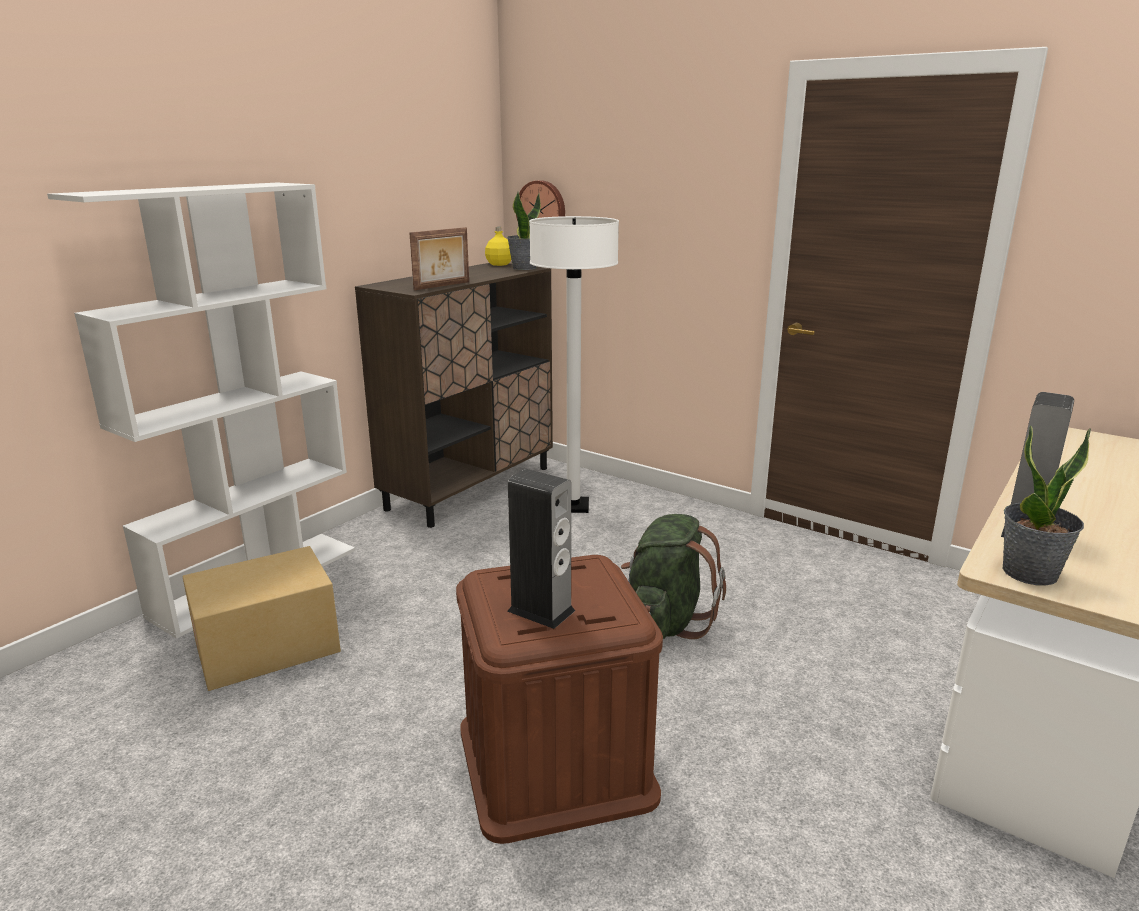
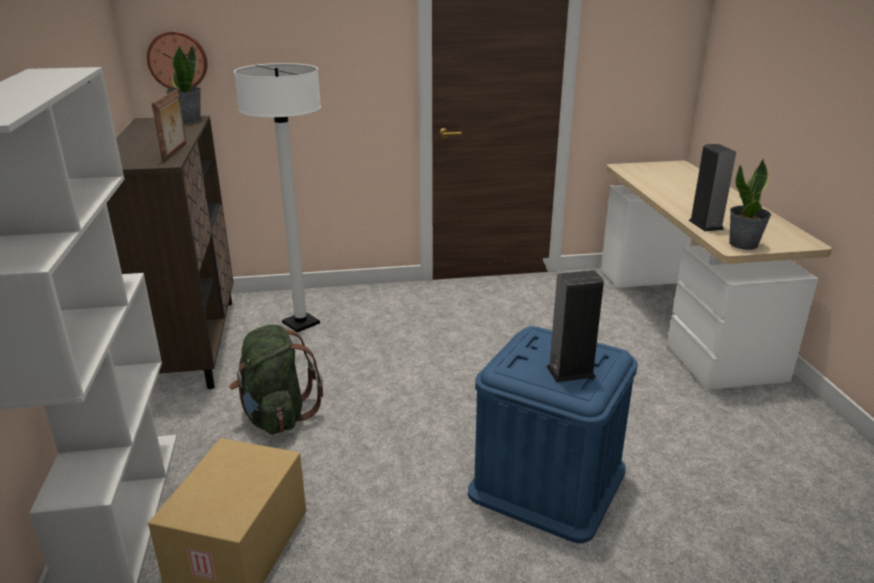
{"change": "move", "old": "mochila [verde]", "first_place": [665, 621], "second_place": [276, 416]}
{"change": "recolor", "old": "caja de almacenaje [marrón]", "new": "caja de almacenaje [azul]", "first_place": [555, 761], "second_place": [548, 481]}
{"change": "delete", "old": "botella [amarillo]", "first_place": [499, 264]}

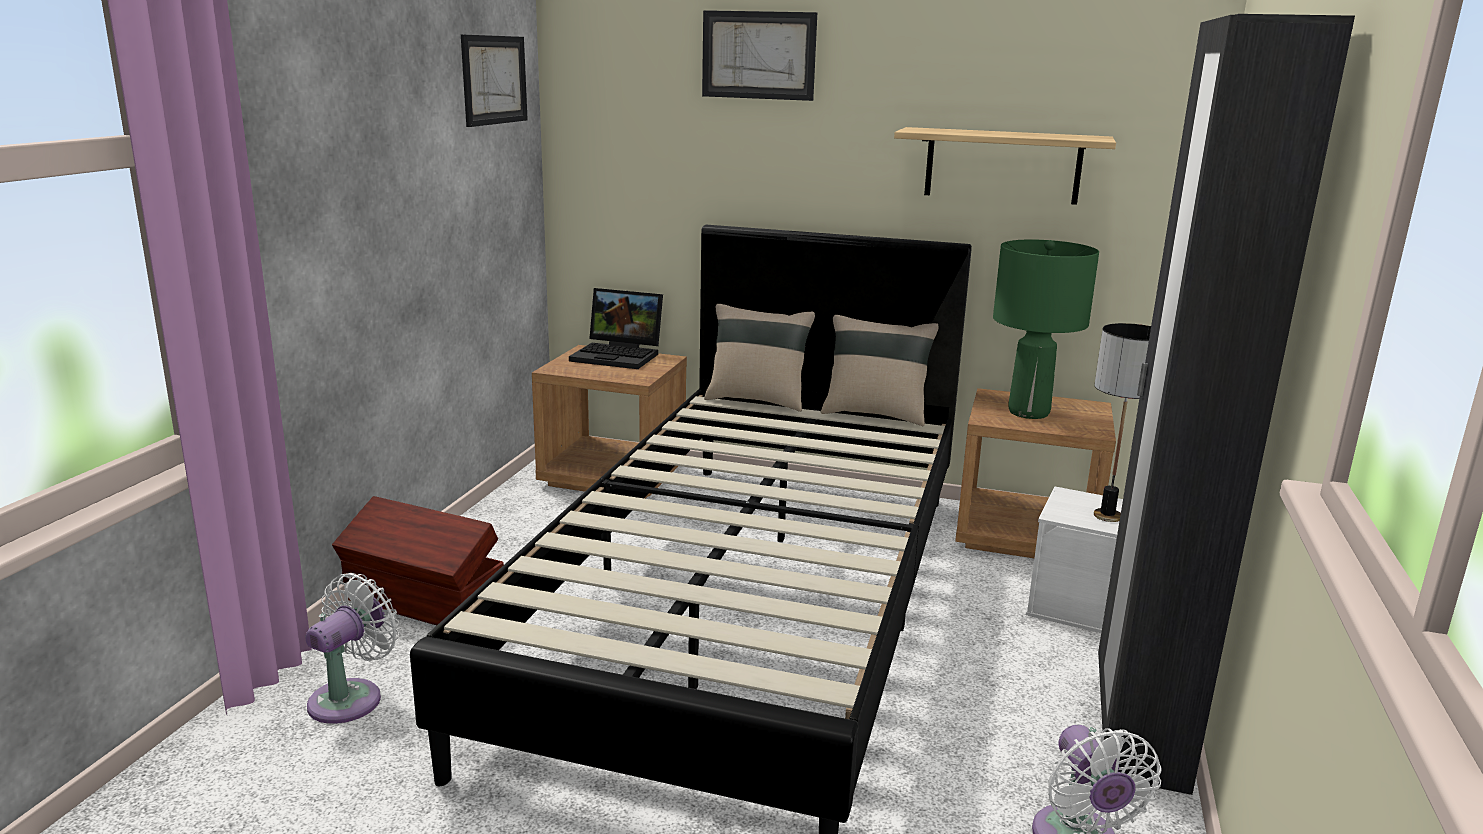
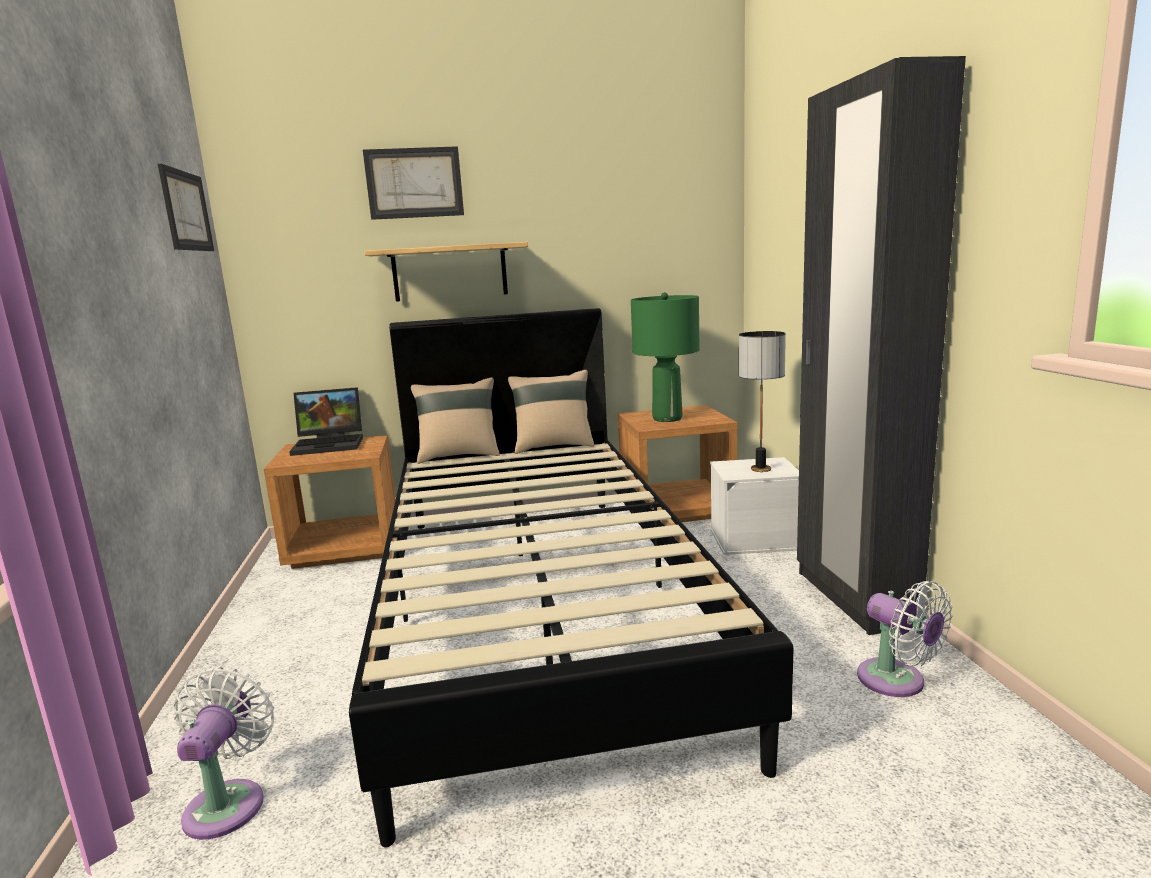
{"change": "move", "old": "estante", "first_place": [1002, 165], "second_place": [450, 272]}
{"change": "delete", "old": "caja de almacenaje [marrón]", "first_place": [425, 602]}

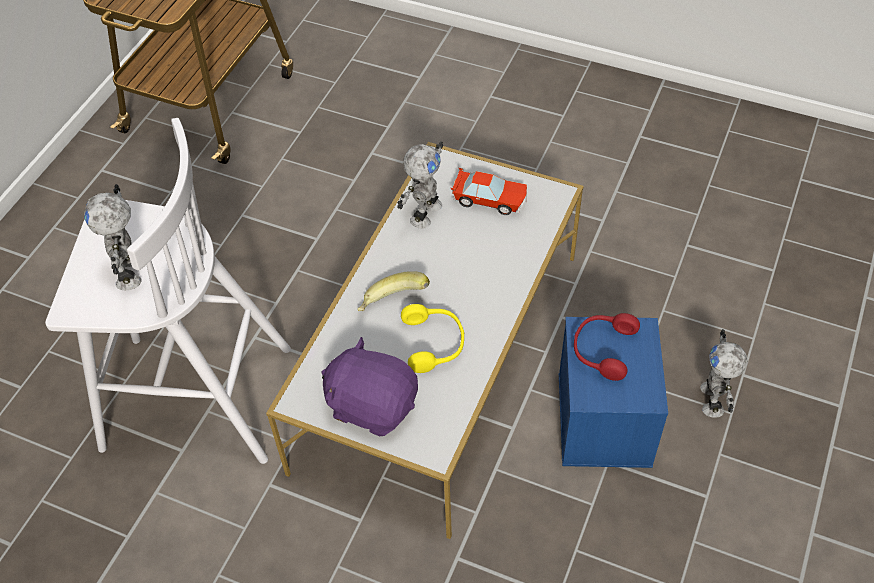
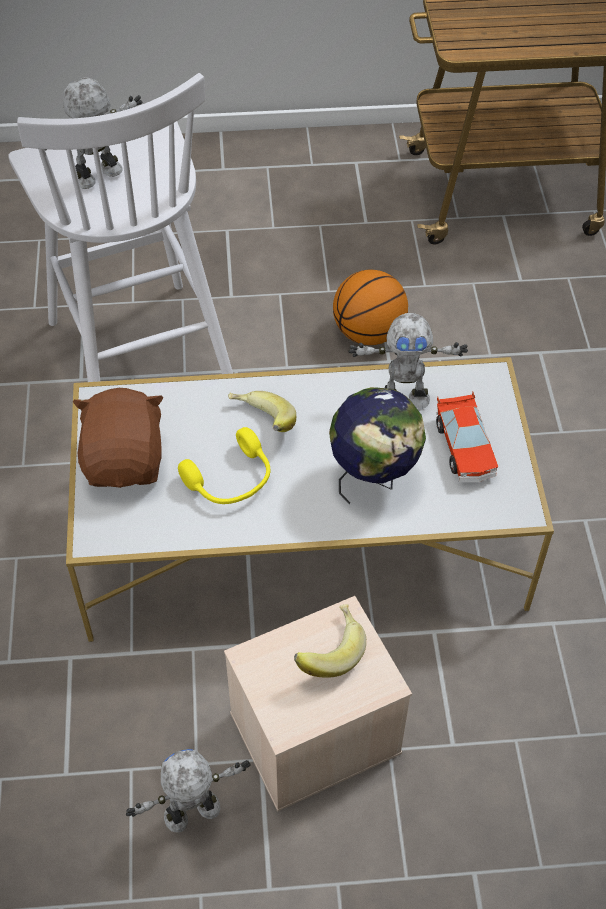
{"change": "recolor", "old": "peluche [morado]", "new": "peluche [marrón]", "first_place": [372, 405], "second_place": [125, 461]}
{"change": "move", "old": "robot de juguete", "first_place": [714, 400], "second_place": [193, 815]}
{"change": "recolor", "old": "caja de almacenaje [azul]", "new": "caja de almacenaje [beis]", "first_place": [605, 421], "second_place": [314, 735]}
{"change": "replace", "old": "auriculares [rojo]", "new": "plátano", "first_place": [602, 349], "second_place": [328, 650]}
{"change": "insert", "new": "globo terráqueo", "second_place": [373, 479]}
{"change": "insert", "new": "balón de baloncesto", "second_place": [369, 333]}

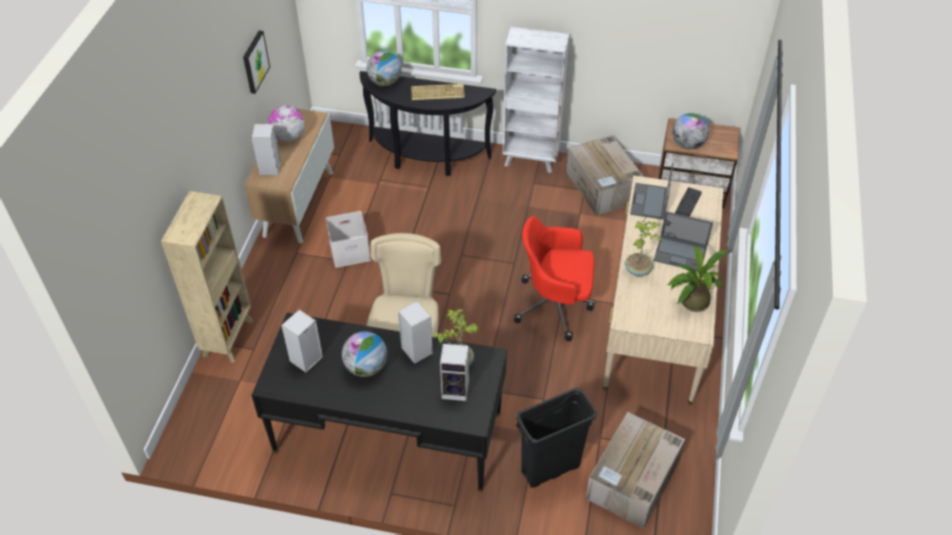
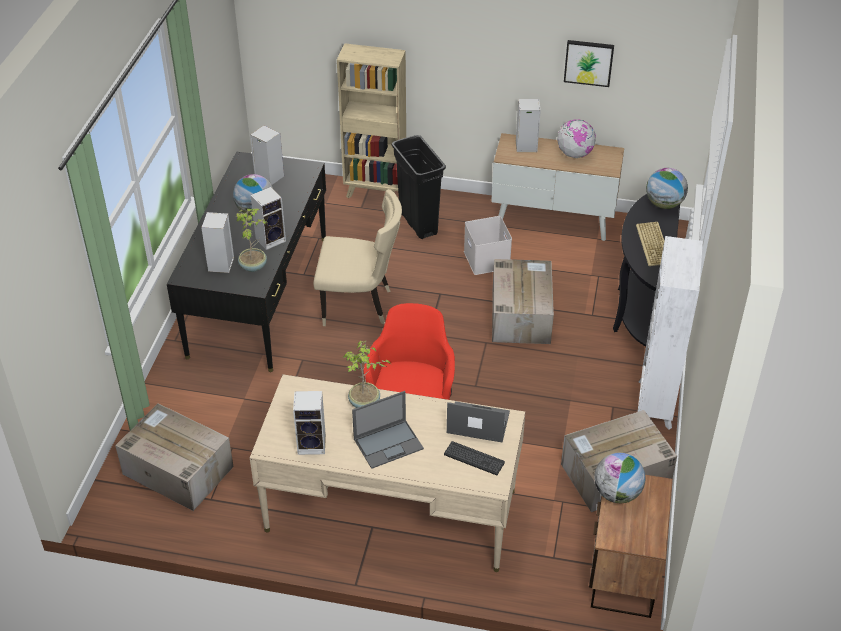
{"change": "replace", "old": "planta en maceta", "new": "altavoz", "first_place": [690, 302], "second_place": [313, 444]}
{"change": "rotate", "old": "portátil", "first_place": [681, 254], "second_place": [389, 443], "degrees": -135}
{"change": "move", "old": "papelera [negro]", "first_place": [550, 469], "second_place": [418, 223]}
{"change": "insert", "new": "caja de cartón", "second_place": [520, 314]}

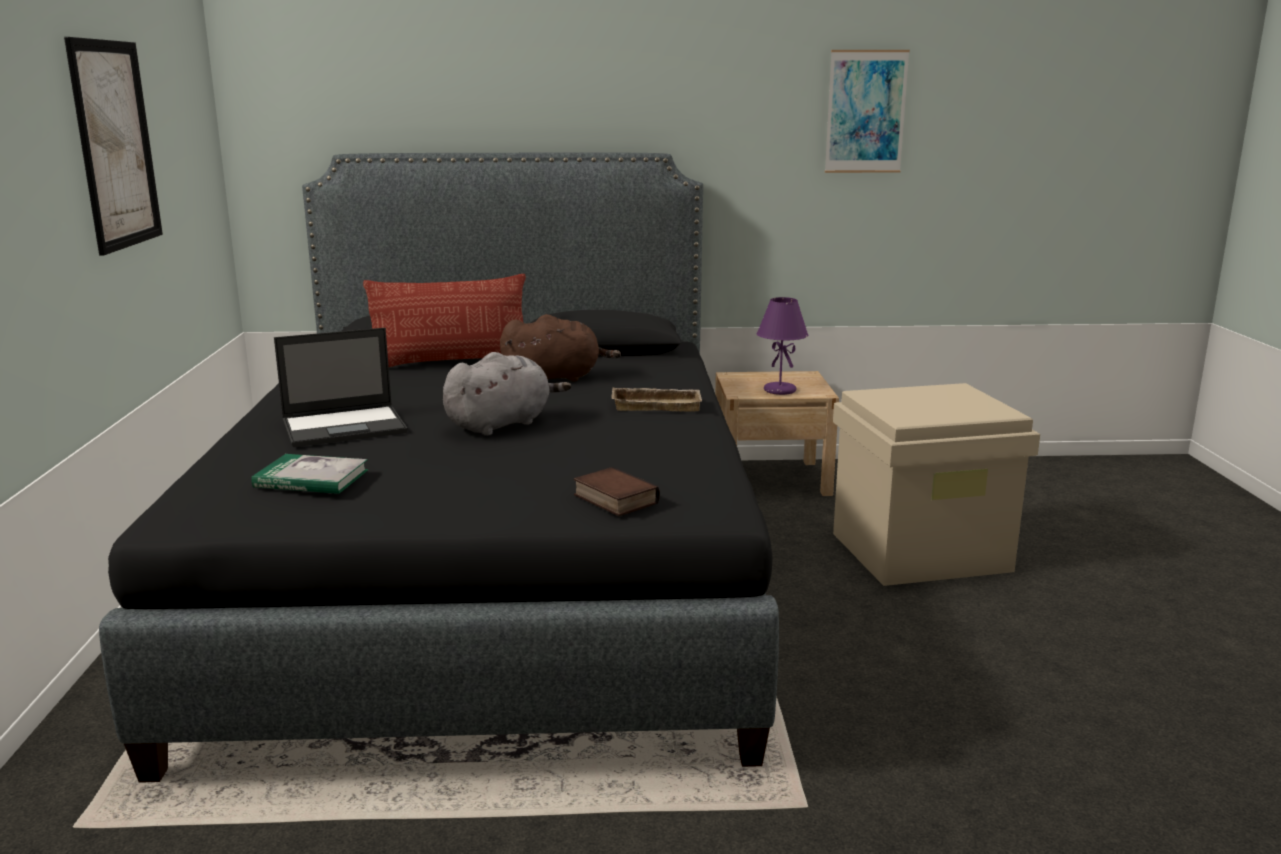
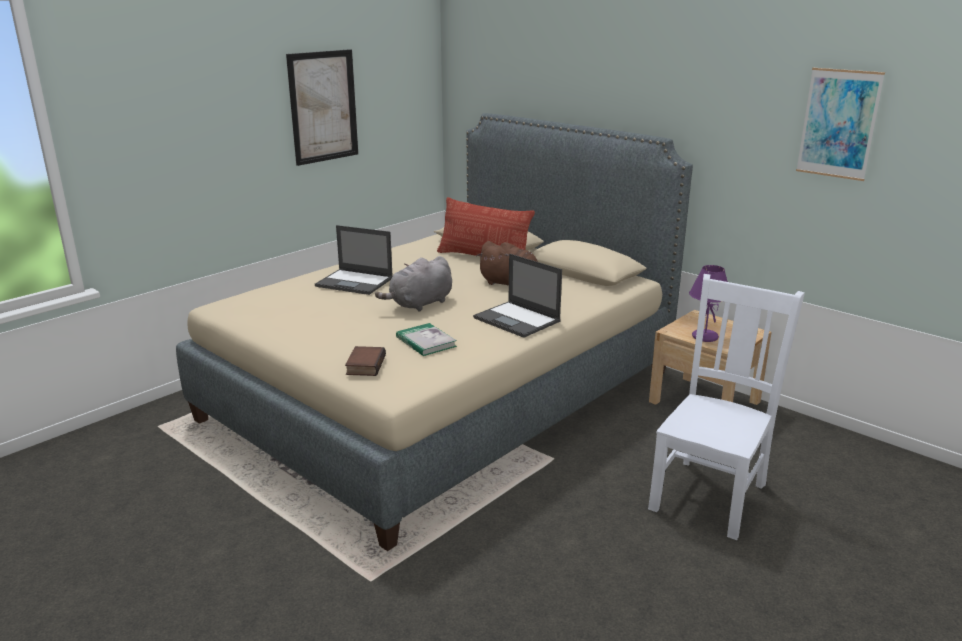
{"change": "recolor", "old": "cama [negro]", "new": "cama [beis]", "first_place": [492, 578], "second_place": [443, 394]}
{"change": "rotate", "old": "peluche [gris]", "first_place": [501, 424], "second_place": [419, 304], "degrees": 135}
{"change": "move", "old": "libro", "first_place": [311, 478], "second_place": [426, 342]}
{"change": "replace", "old": "bandeja [beis]", "new": "portátil", "first_place": [657, 405], "second_place": [517, 320]}
{"change": "replace", "old": "caja de almacenaje [beis]", "new": "silla [blanco]", "first_place": [921, 551], "second_place": [710, 494]}

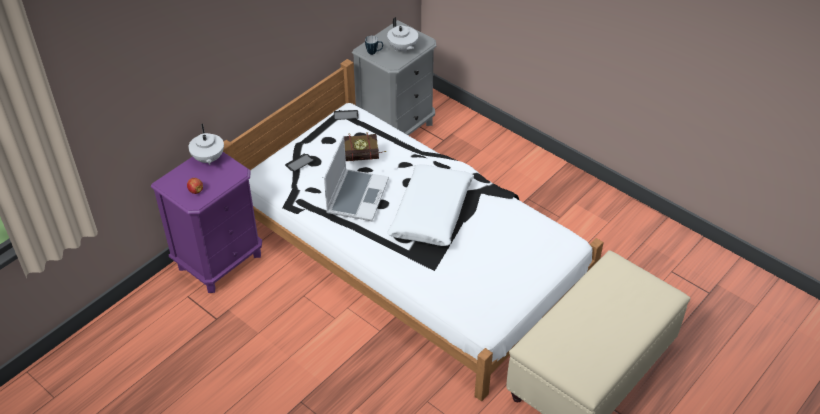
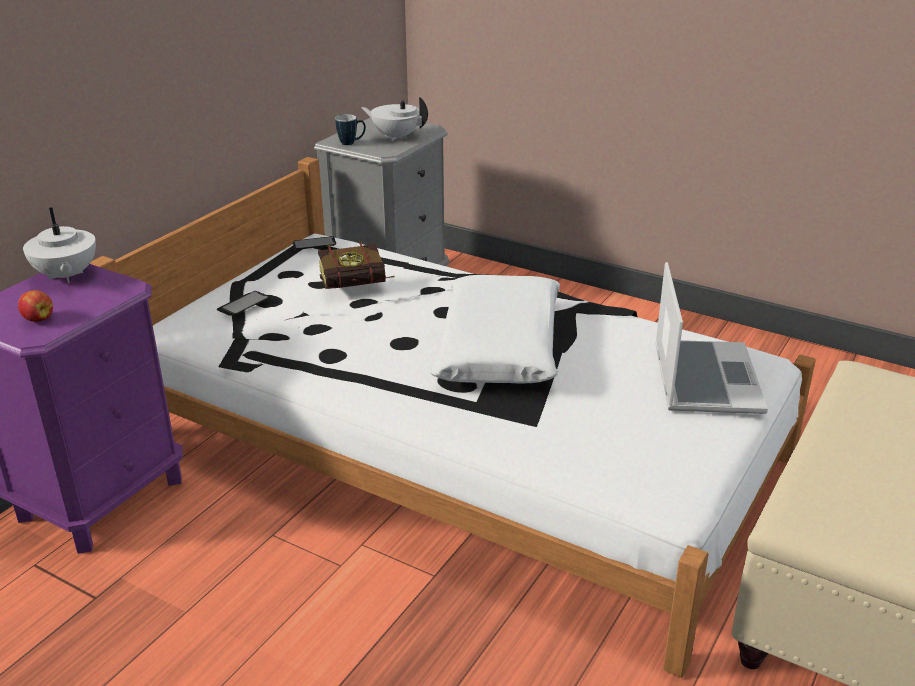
{"change": "rotate", "old": "tetera [blanco]", "first_place": [402, 49], "second_place": [396, 137], "degrees": 150}
{"change": "move", "old": "portátil", "first_place": [357, 195], "second_place": [704, 378]}

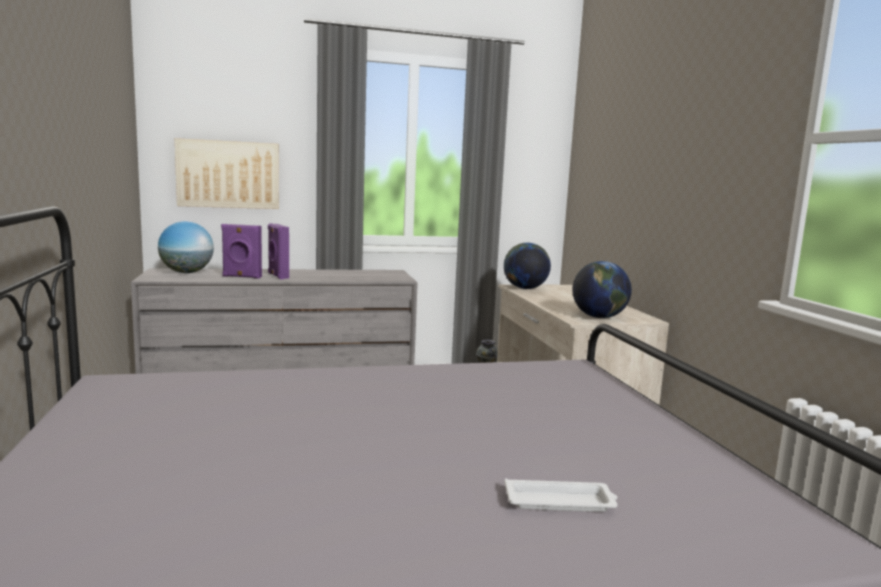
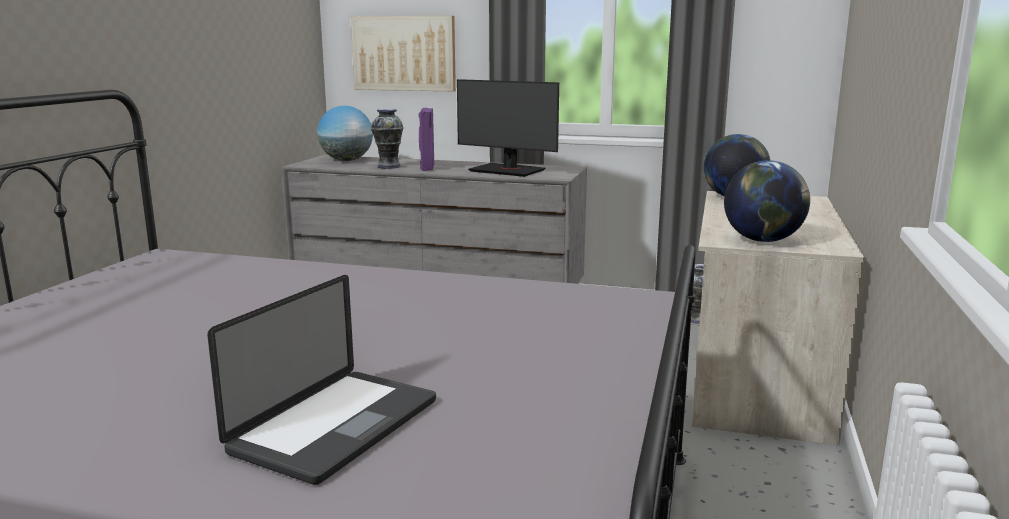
{"change": "replace", "old": "bandeja [blanco]", "new": "portátil", "first_place": [561, 502], "second_place": [336, 426]}
{"change": "replace", "old": "altavoz [morado]", "new": "florero", "first_place": [241, 277], "second_place": [389, 166]}
{"change": "insert", "new": "monitor", "second_place": [507, 170]}

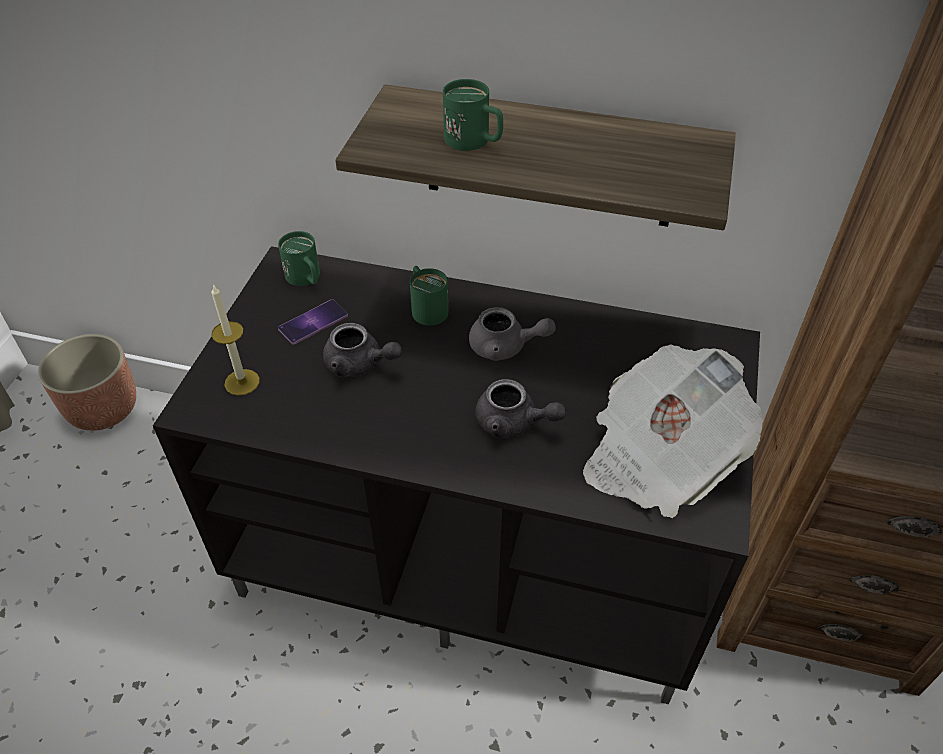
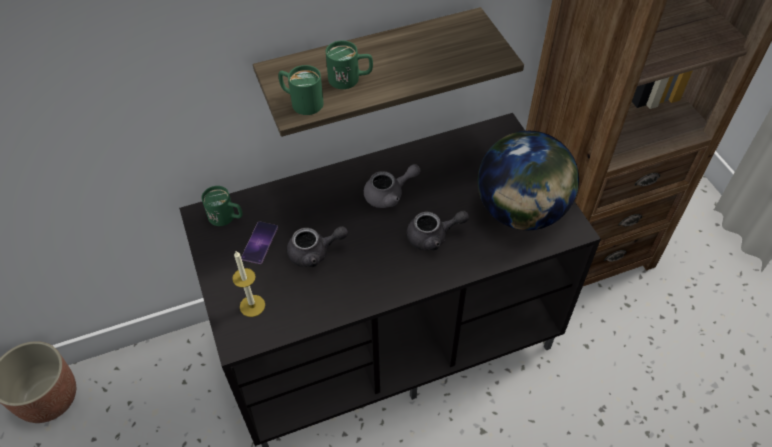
{"change": "move", "old": "taza grande [verde]", "first_place": [426, 307], "second_place": [301, 101]}
{"change": "replace", "old": "periódico", "new": "globo terráqueo", "first_place": [659, 456], "second_place": [520, 211]}

